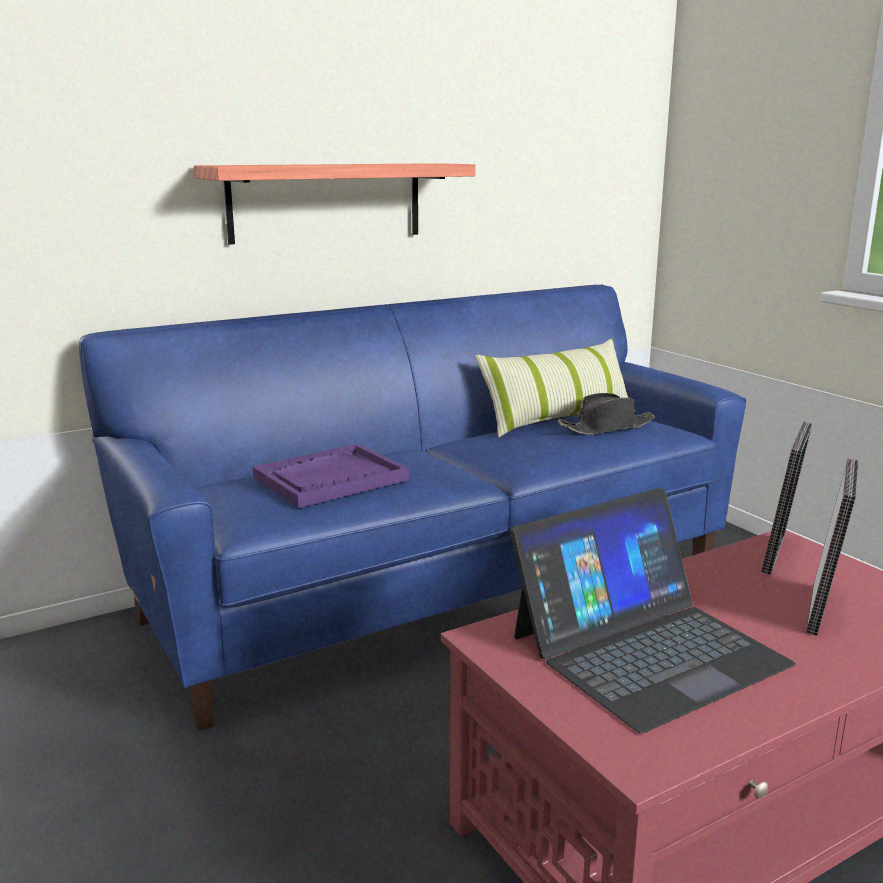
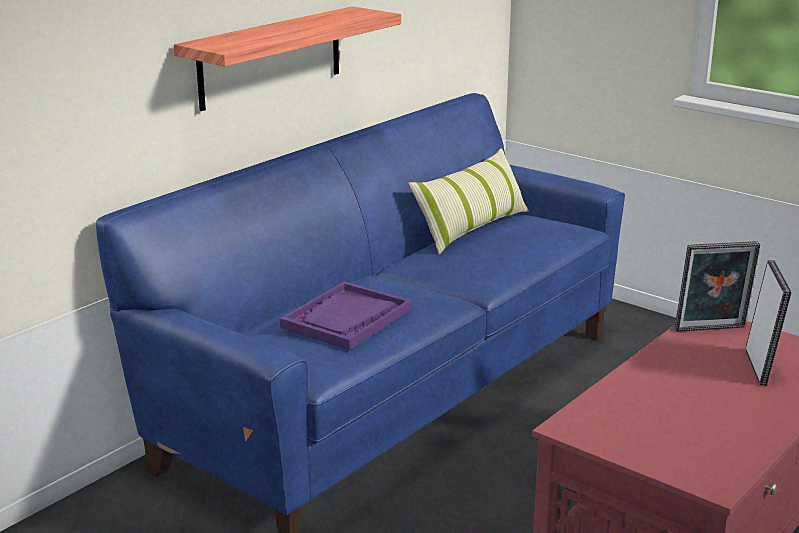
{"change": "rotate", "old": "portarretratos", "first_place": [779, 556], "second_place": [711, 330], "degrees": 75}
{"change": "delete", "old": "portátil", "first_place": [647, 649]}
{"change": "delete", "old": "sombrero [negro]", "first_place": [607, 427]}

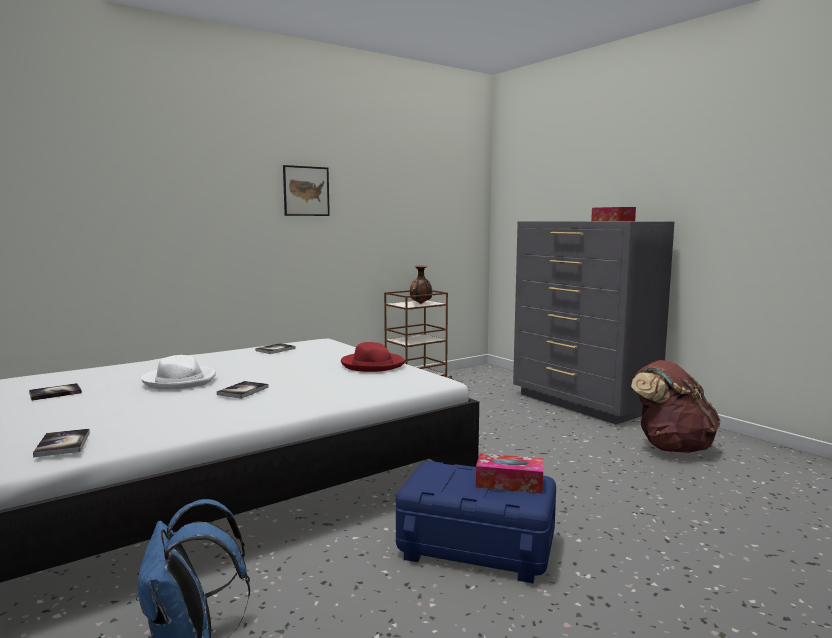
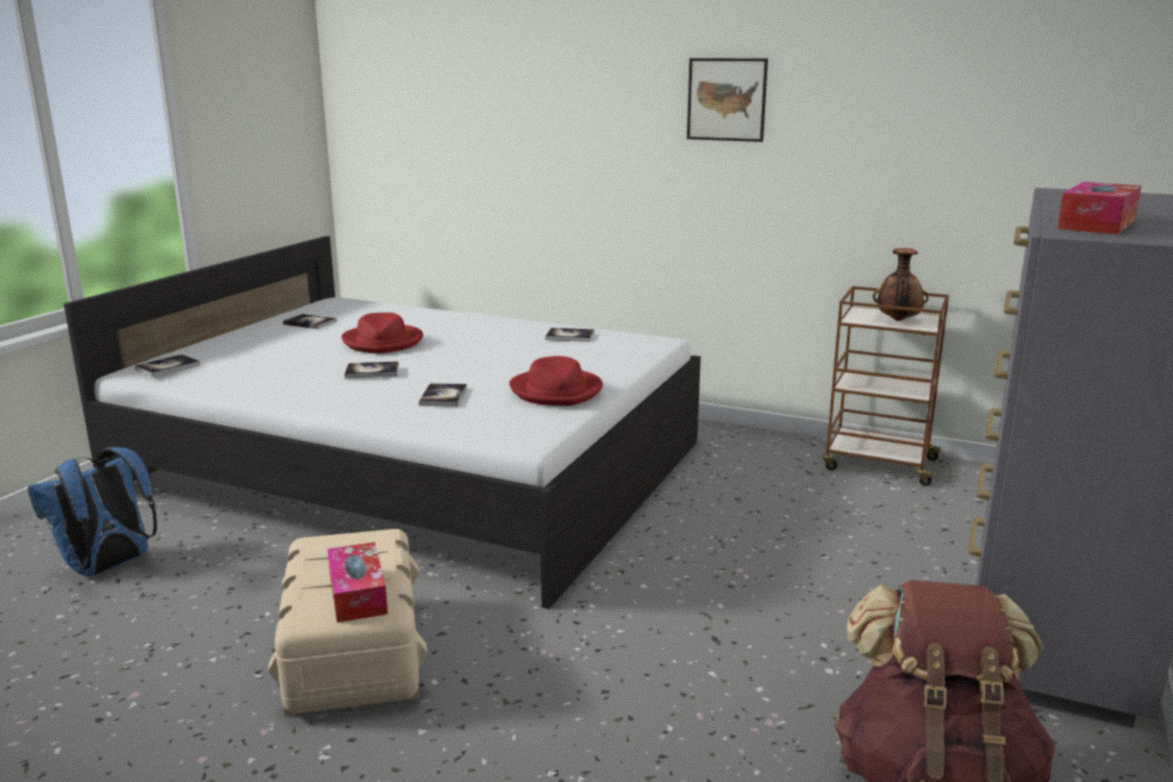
{"change": "recolor", "old": "caja de almacenaje [azul]", "new": "caja de almacenaje [beis]", "first_place": [477, 546], "second_place": [355, 655]}
{"change": "recolor", "old": "sombrero [blanco]", "new": "sombrero [rojo]", "first_place": [180, 381], "second_place": [383, 342]}
{"change": "insert", "new": "libro", "second_place": [443, 396]}

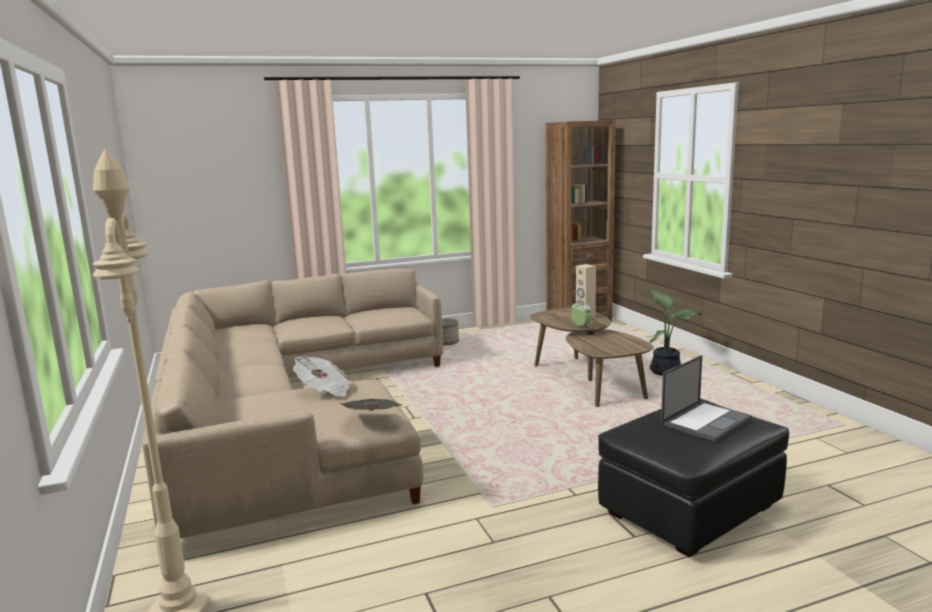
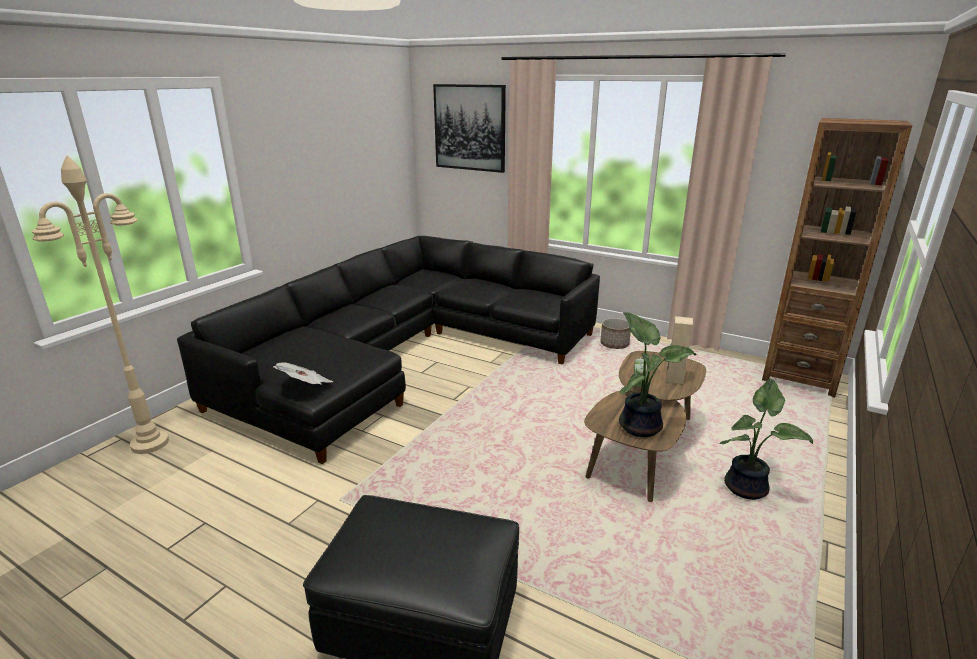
{"change": "recolor", "old": "sofá [beis]", "new": "sofá [negro]", "first_place": [290, 415], "second_place": [405, 354]}
{"change": "insert", "new": "cuadro", "second_place": [469, 128]}
{"change": "insert", "new": "planta en maceta", "second_place": [640, 425]}
{"change": "delete", "old": "periódico", "first_place": [324, 390]}
{"change": "delete", "old": "portátil", "first_place": [706, 421]}

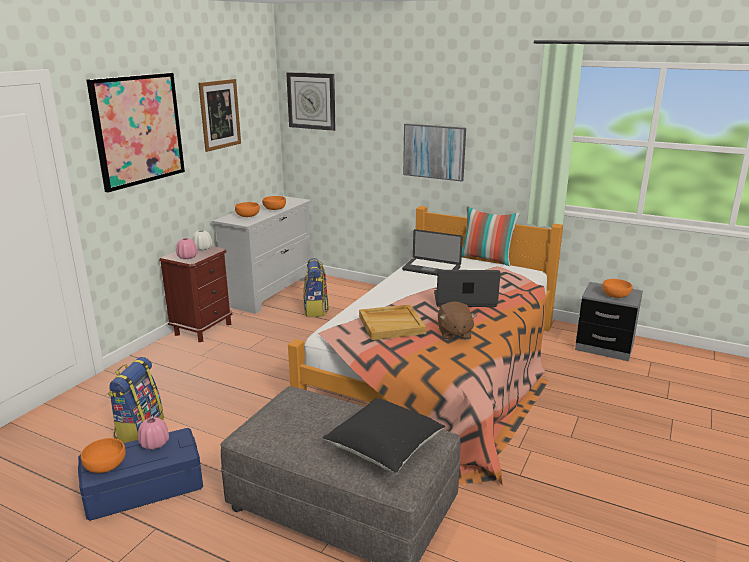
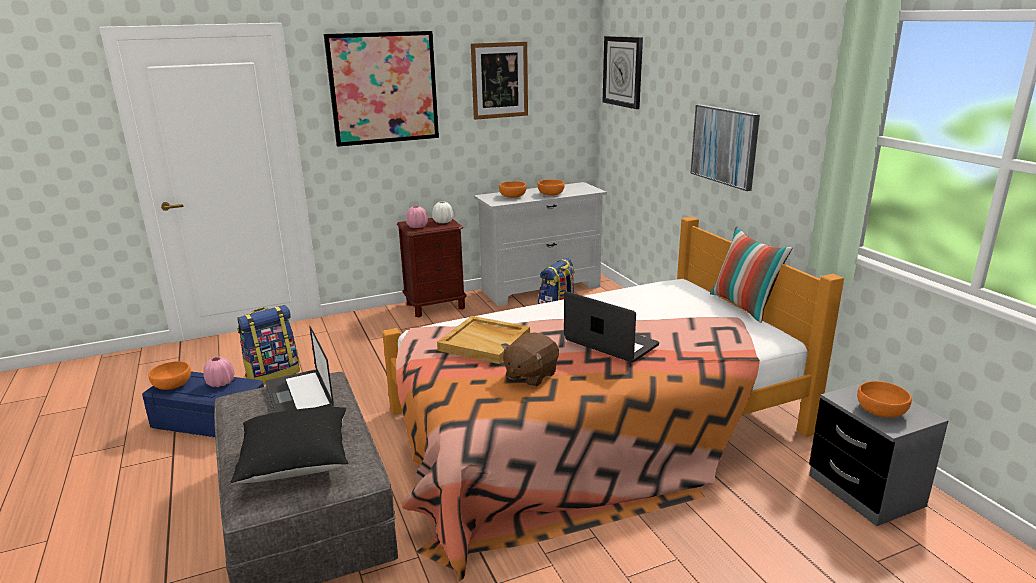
{"change": "move", "old": "portátil", "first_place": [431, 269], "second_place": [299, 397]}

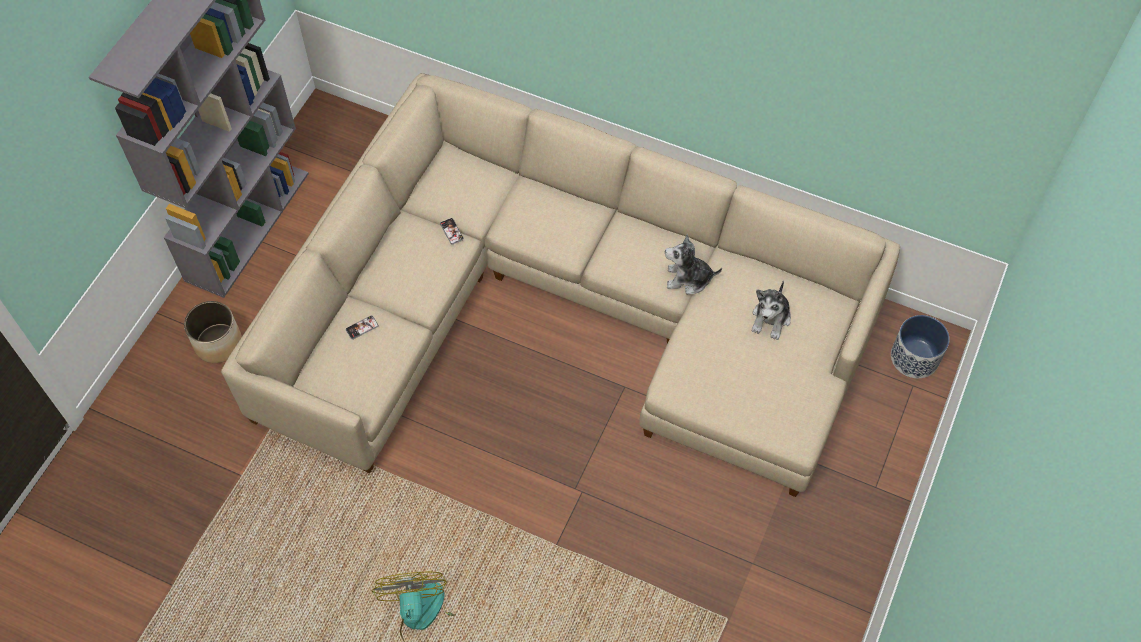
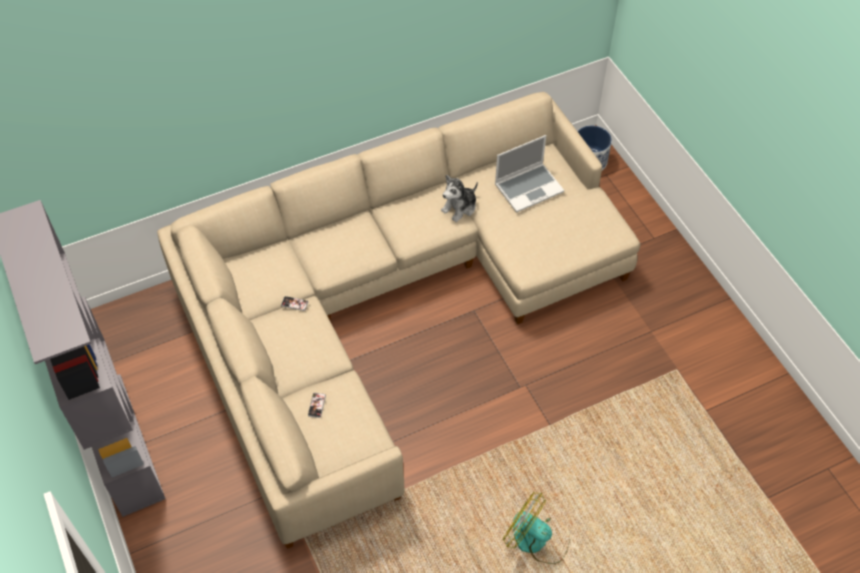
{"change": "replace", "old": "peluche", "new": "portátil", "first_place": [771, 318], "second_place": [529, 187]}
{"change": "delete", "old": "maceta", "first_place": [218, 343]}

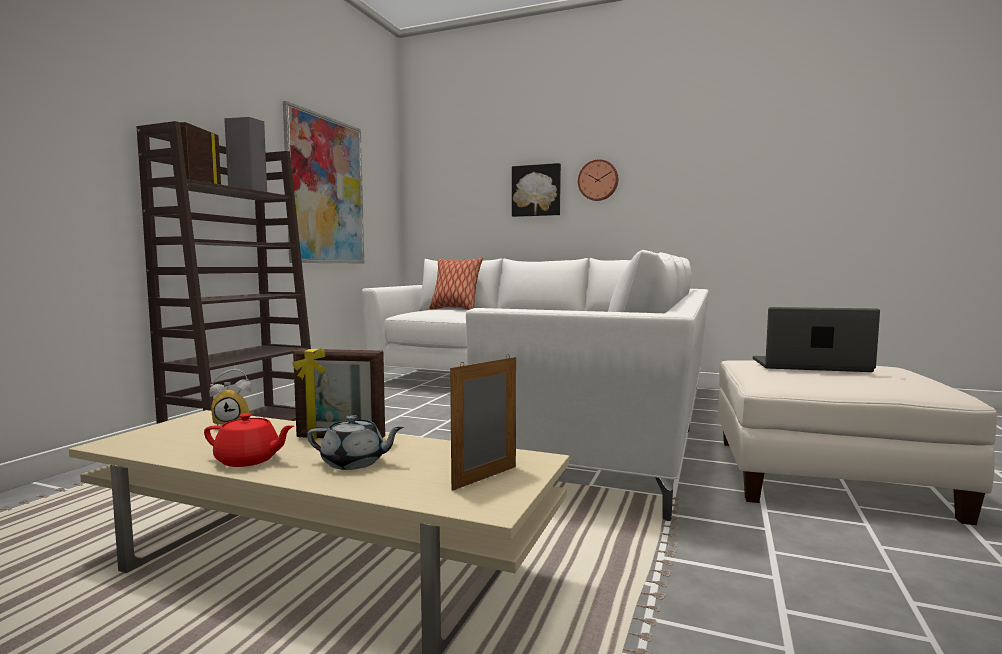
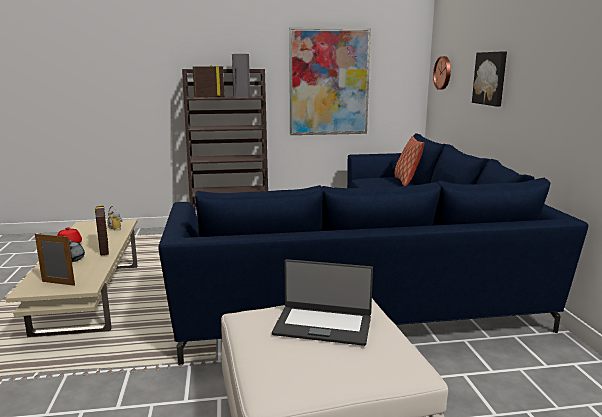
{"change": "recolor", "old": "sofá [blanco]", "new": "sofá [azul]", "first_place": [554, 405], "second_place": [385, 284]}
{"change": "rotate", "old": "portátil", "first_place": [810, 366], "second_place": [323, 325], "degrees": 120}
{"change": "move", "old": "reloj de pared", "first_place": [598, 180], "second_place": [443, 73]}

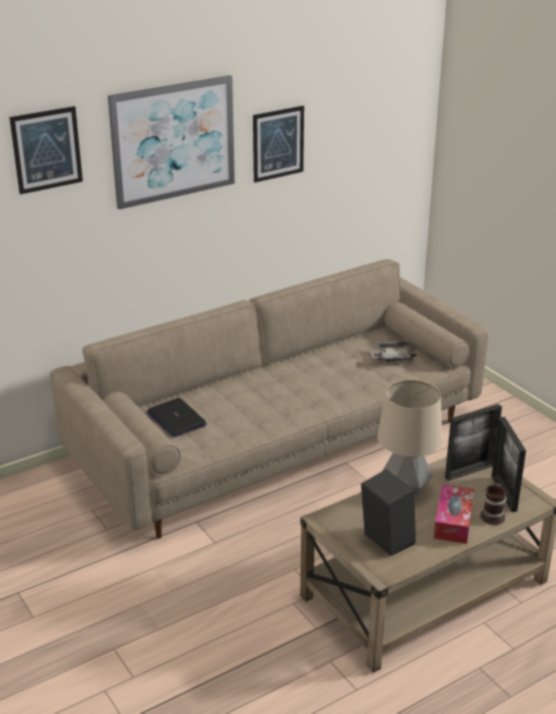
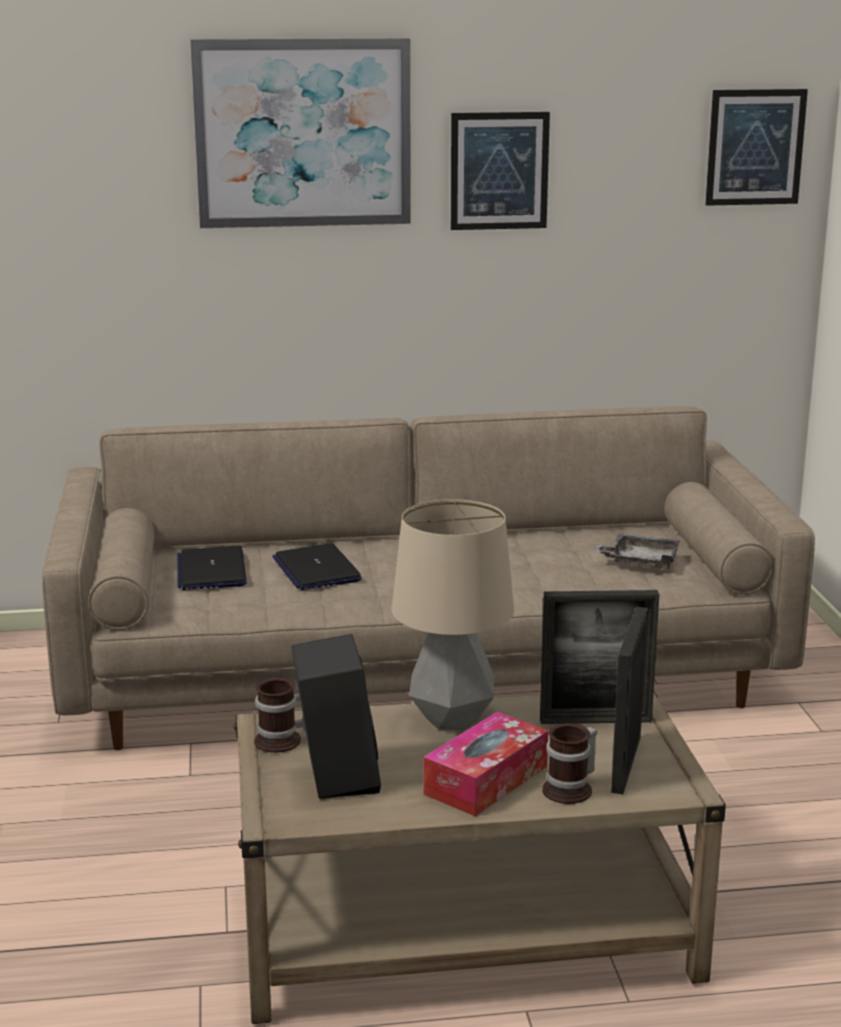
{"change": "insert", "new": "taza grande", "second_place": [283, 741]}
{"change": "insert", "new": "portátil", "second_place": [316, 569]}
{"change": "move", "old": "cuadro", "first_place": [46, 150], "second_place": [755, 147]}

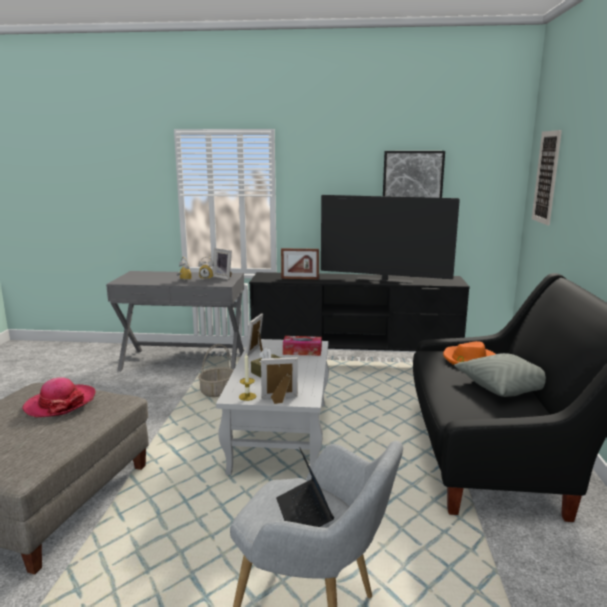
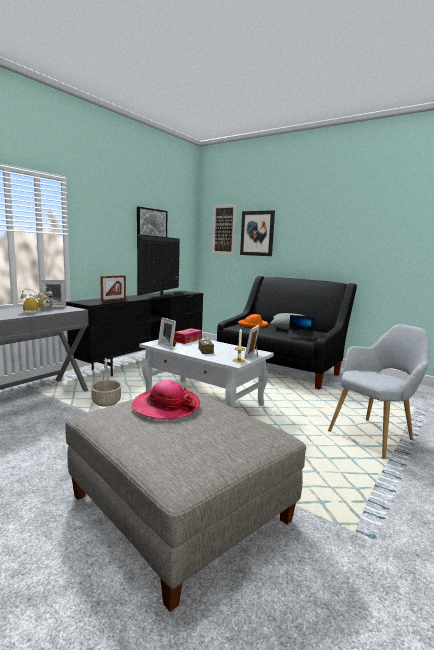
{"change": "rotate", "old": "televisor", "first_place": [384, 280], "second_place": [161, 295], "degrees": 150}
{"change": "insert", "new": "cuadro", "second_place": [257, 233]}
{"change": "move", "old": "portátil", "first_place": [304, 514], "second_place": [300, 337]}

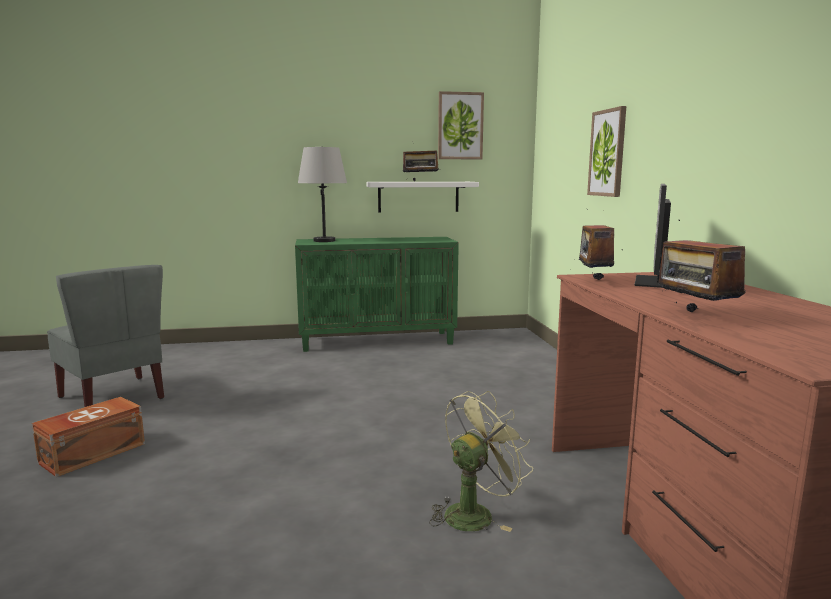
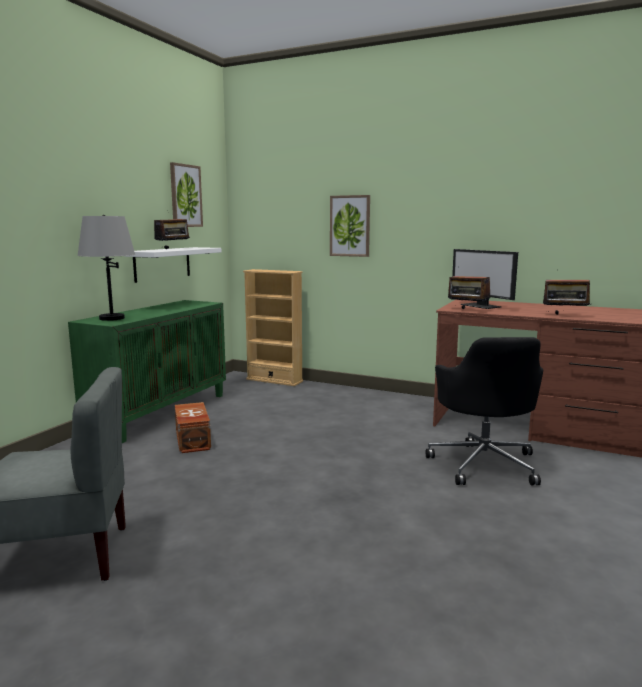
{"change": "move", "old": "caja de almacenaje [marrón]", "first_place": [91, 453], "second_place": [192, 440]}
{"change": "insert", "new": "estantería [beis]", "second_place": [274, 380]}
{"change": "replace", "old": "ventilador [verde]", "new": "silla de oficina [negro]", "first_place": [475, 513], "second_place": [484, 463]}

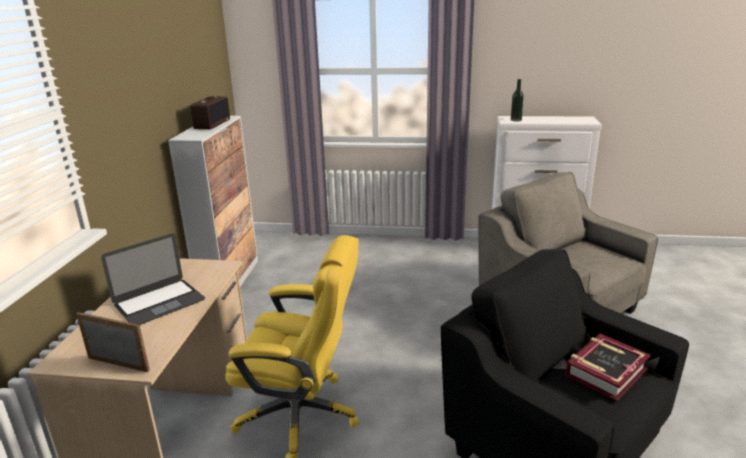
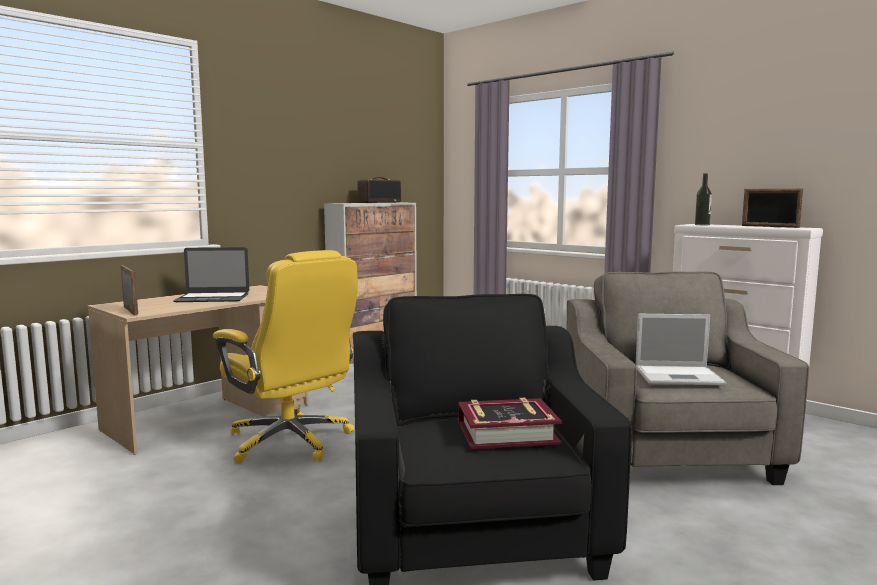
{"change": "insert", "new": "portátil", "second_place": [680, 376]}
{"change": "insert", "new": "portarretratos", "second_place": [770, 226]}

